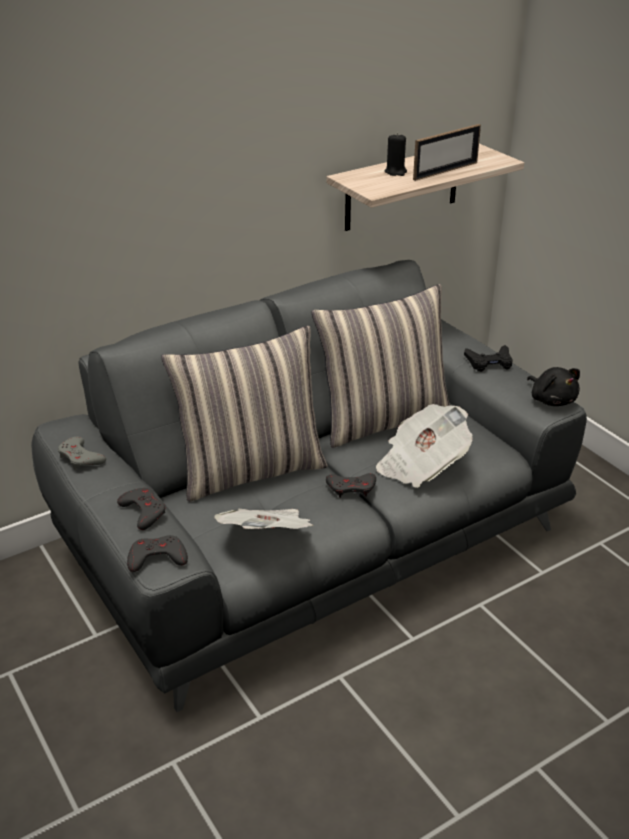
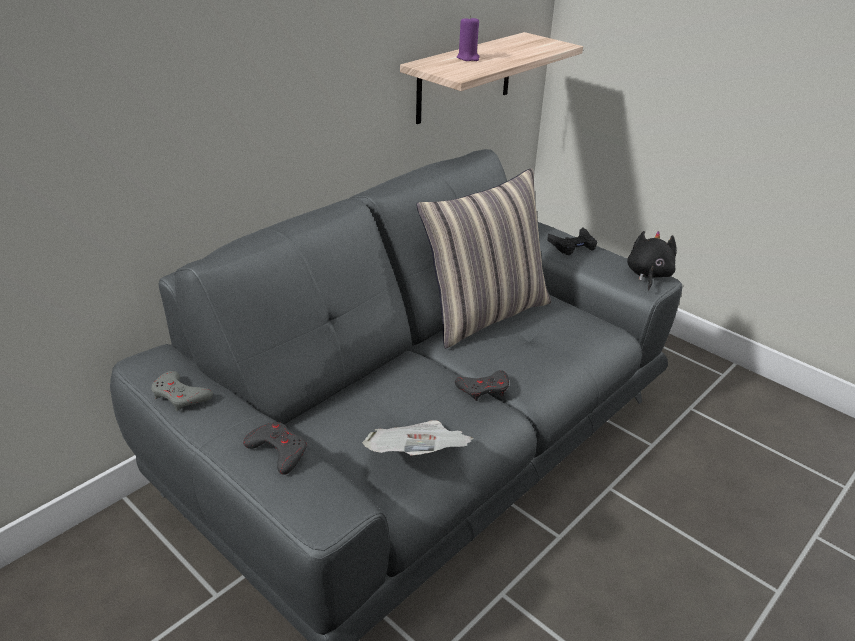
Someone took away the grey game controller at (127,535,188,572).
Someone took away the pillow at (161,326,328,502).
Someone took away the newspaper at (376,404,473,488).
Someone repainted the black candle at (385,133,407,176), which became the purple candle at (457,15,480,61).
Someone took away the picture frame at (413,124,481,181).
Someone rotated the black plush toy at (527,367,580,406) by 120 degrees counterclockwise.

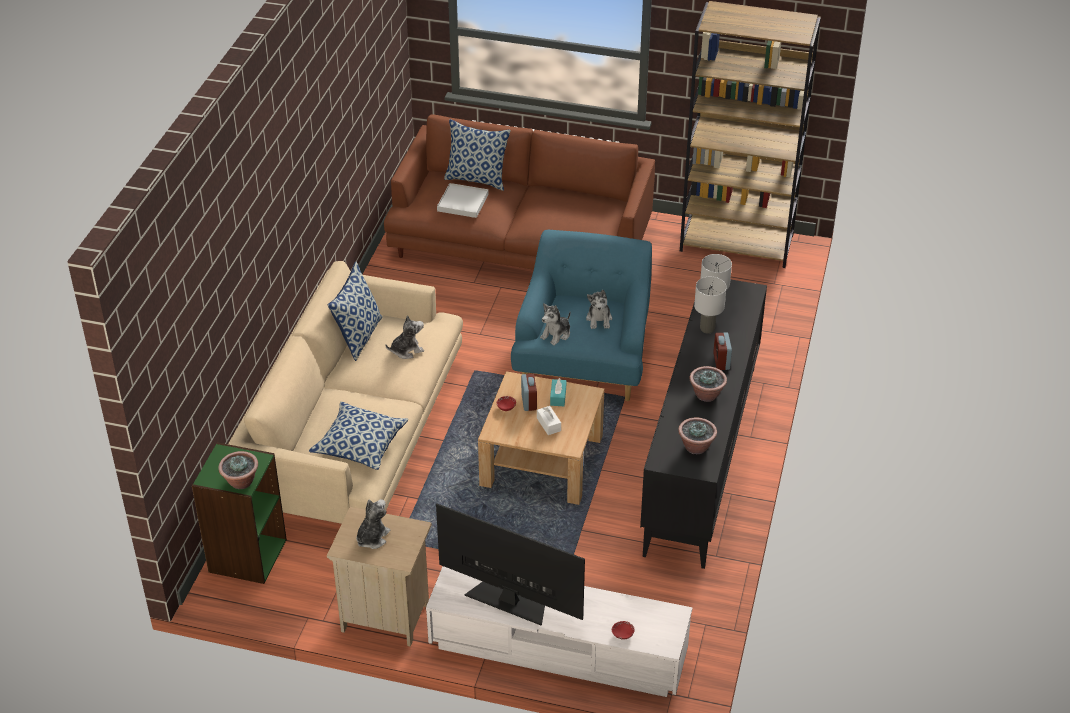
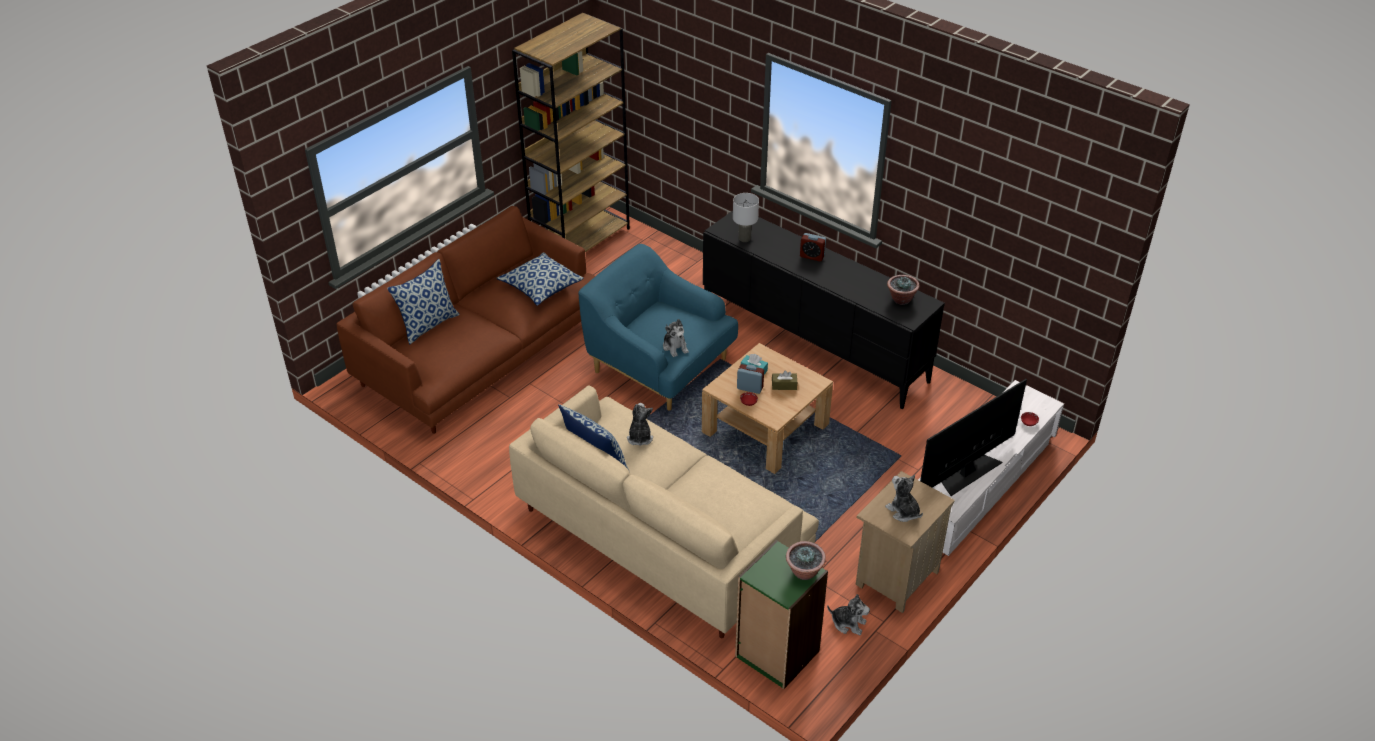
Someone carried the pillow from (309,401,408,470) to (497,252,584,306).
Someone took away the white tray at (437,183,489,218).
Someone repainted the white tissue box at (537,406,561,435), which became the brown tissue box at (772,370,797,390).
Someone carried the plush toy from (586,290,612,329) to (827,594,870,635).
Someone took away the potted plant at (690,366,727,402).
Someone took away the white table lamp at (694,277,727,334).

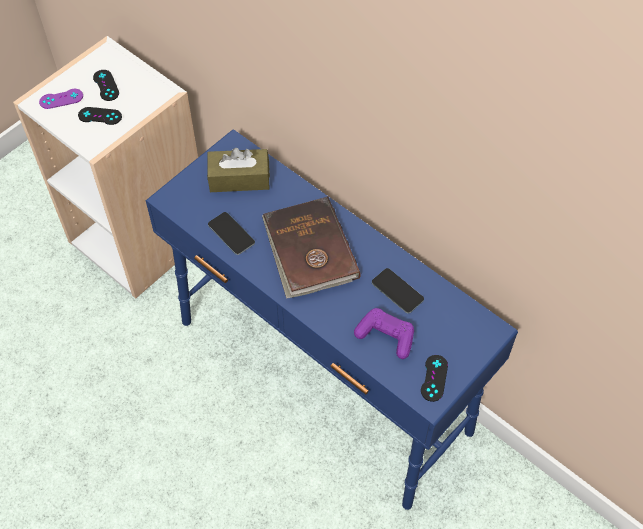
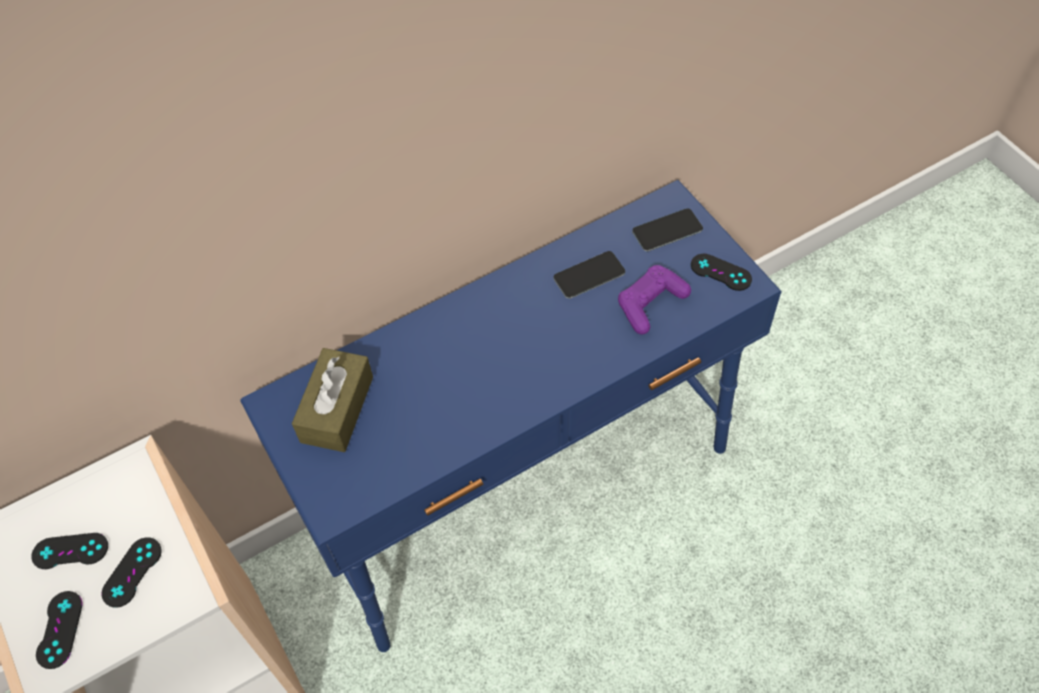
Someone repainted the purple game controller at (39,89,83,109), which became the black game controller at (36,591,83,669).
Someone carried the phone from (208,212,255,255) to (632,208,703,251).
Someone took away the brown book at (262,196,361,299).

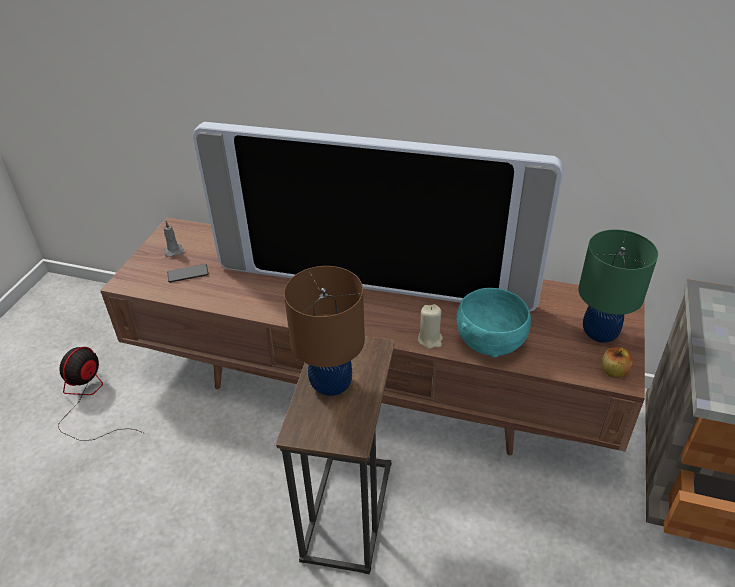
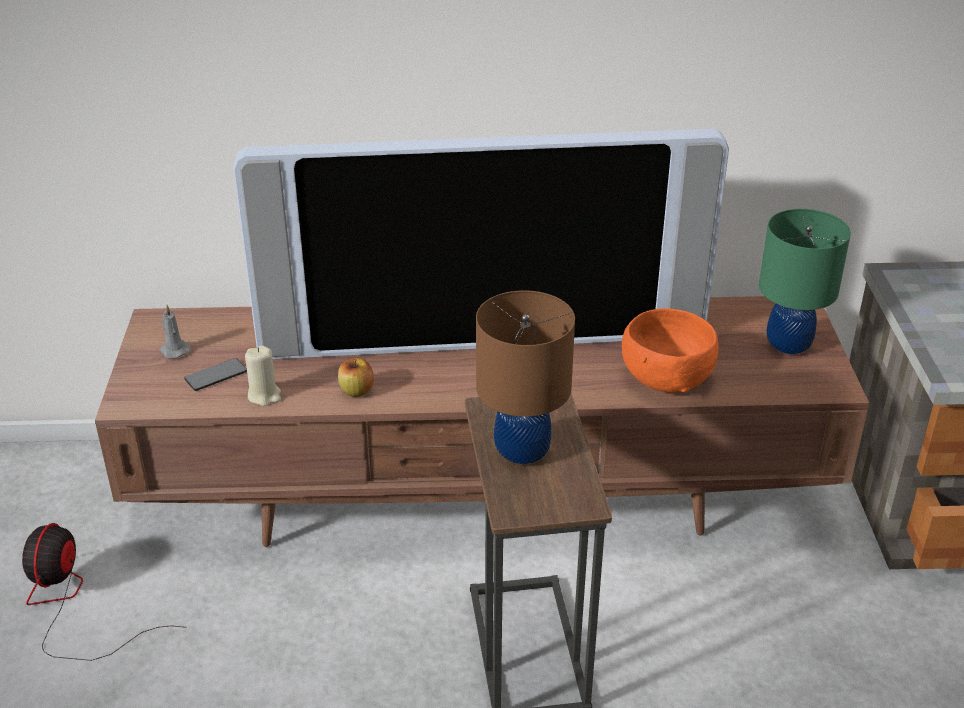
Someone carried the beige candle from (418,304,443,349) to (245,345,281,406).
Someone repainted the turquoise bowl at (456,288,531,358), which became the orange bowl at (622,308,719,393).
Someone carried the apple from (602,347,633,378) to (338,358,374,397).

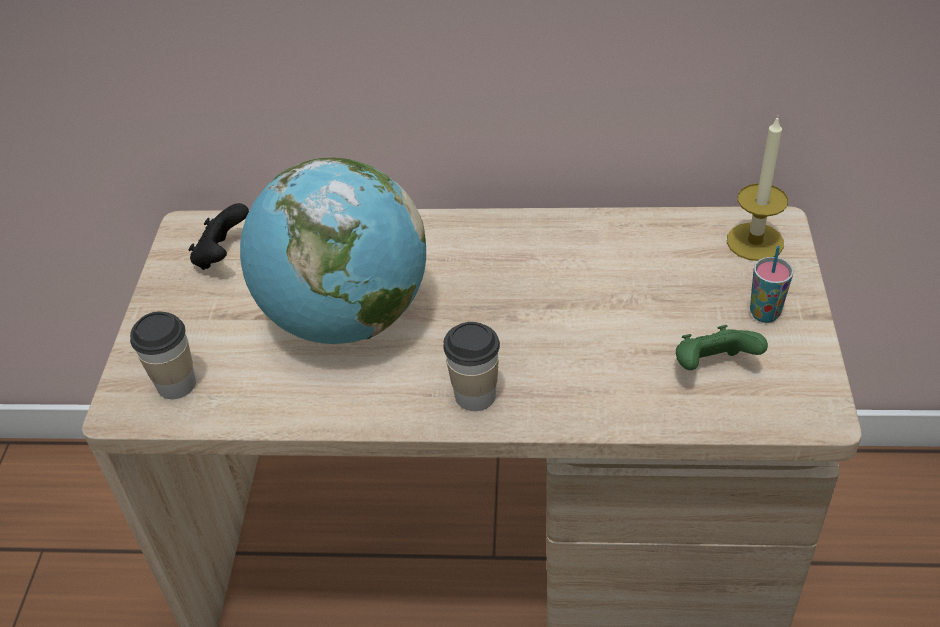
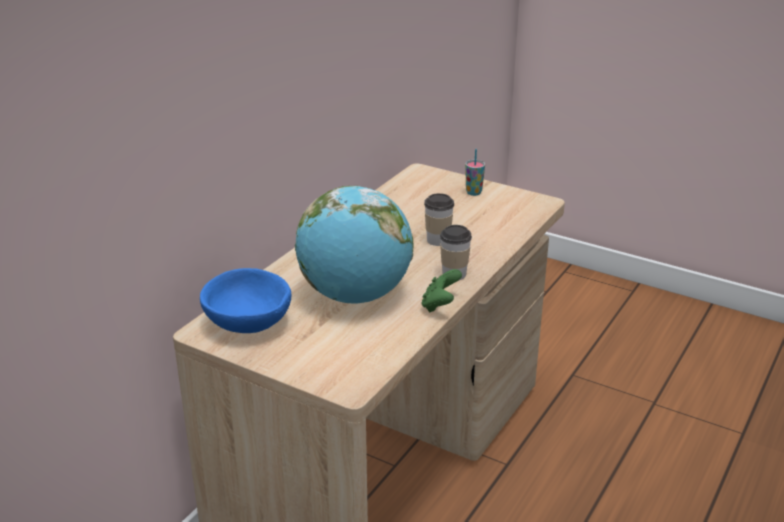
Someone carried the cup from (130,311,196,399) to (424,193,454,246).
Someone swapped the black game controller at (188,203,249,270) for the blue bowl at (200,268,291,333).
Someone carried the green game controller from (676,325,768,370) to (422,269,462,313).
Someone took away the candle at (727,116,788,261).

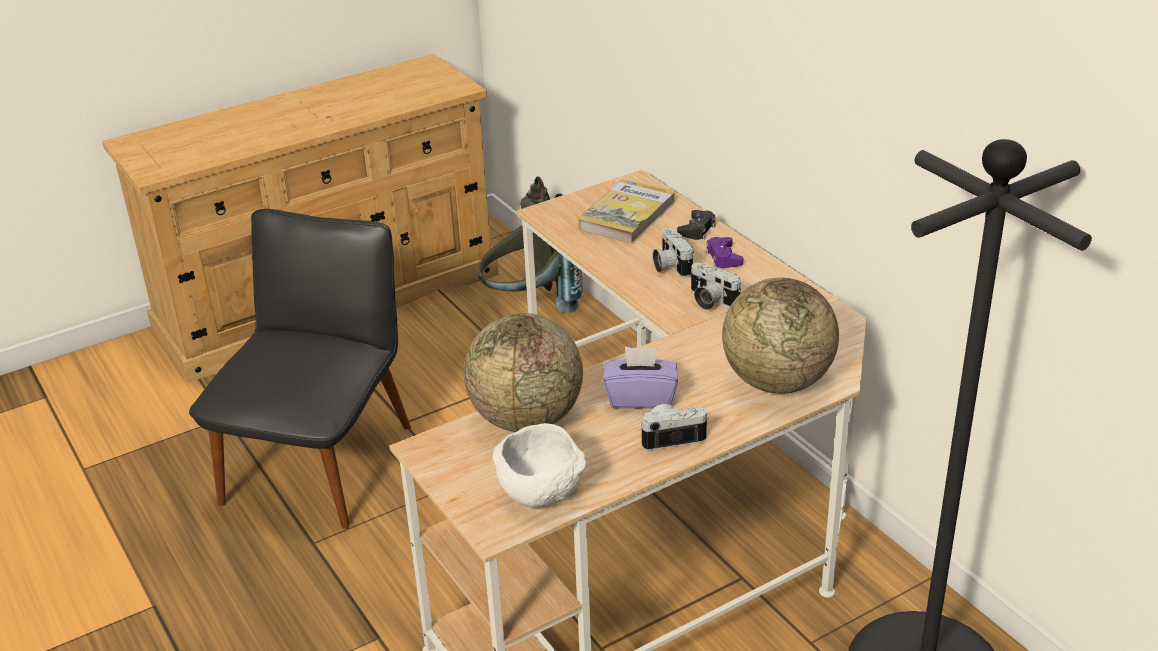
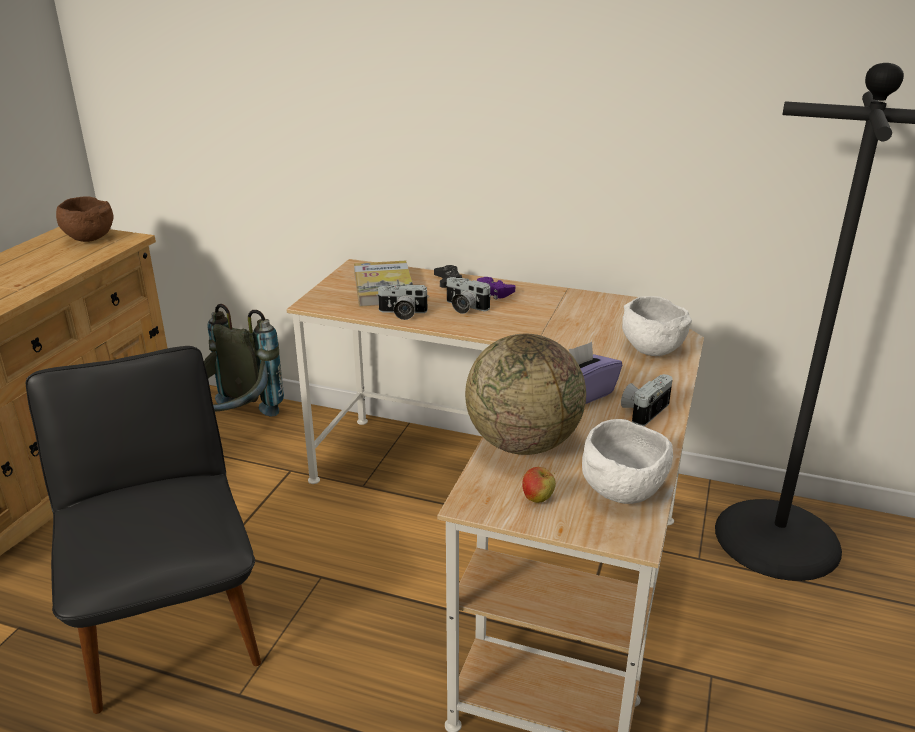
Someone carried the photo camera from (691,262,741,310) to (376,284,429,320).
Someone swapped the globe at (722,278,839,394) for the white bowl at (622,296,692,356).
Someone put down the brown bowl at (56,196,113,242).
Someone put down the apple at (522,467,556,503).

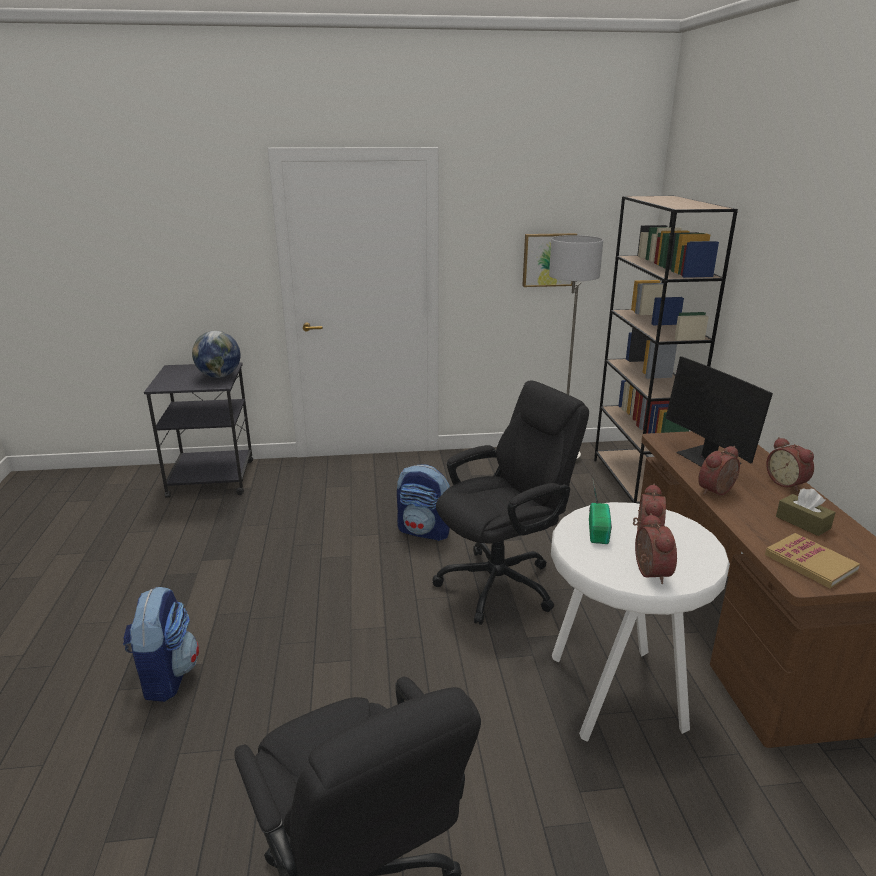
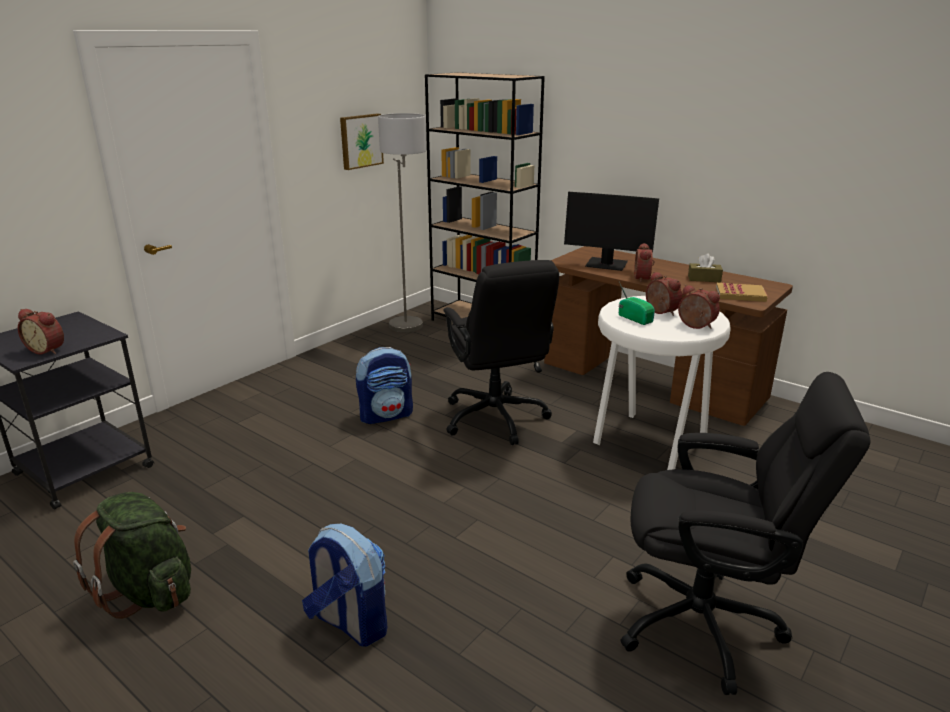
Someone took away the globe at (192,331,241,378).
Someone rotated the black office chair at (432,381,589,625) by 150 degrees clockwise.
Someone carried the alarm clock from (766,437,814,491) to (18,309,64,354).
Someone put down the green backpack at (73,492,191,619).

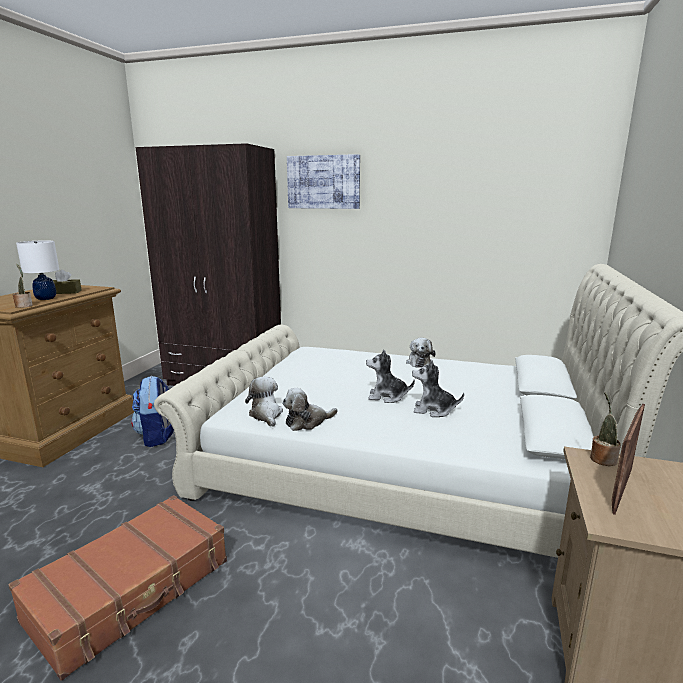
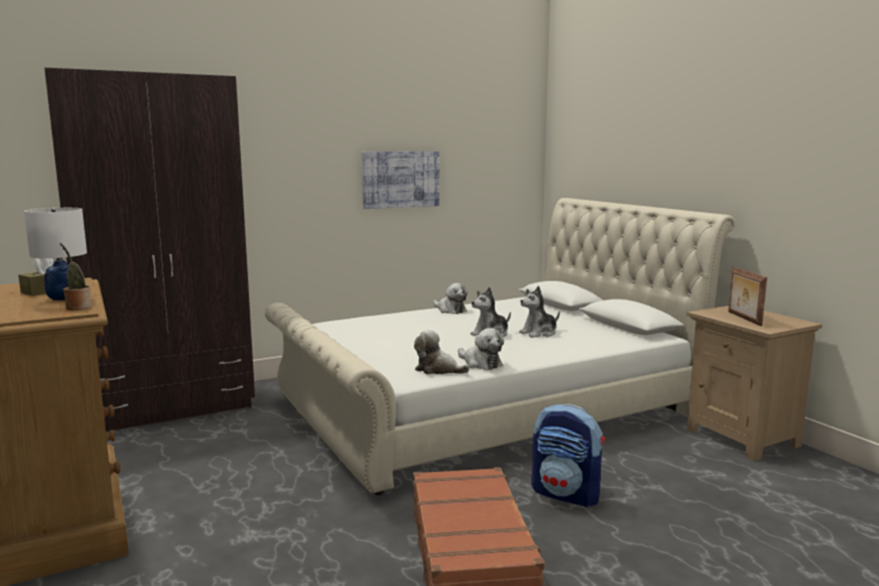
Someone carried the backpack from (131,376,174,447) to (531,404,605,507).
Someone rotated the plush toy at (282,388,338,431) by 60 degrees counterclockwise.
Someone carried the picture from (287,154,360,209) to (362,151,439,209).
Someone took away the potted plant at (590,392,621,466).

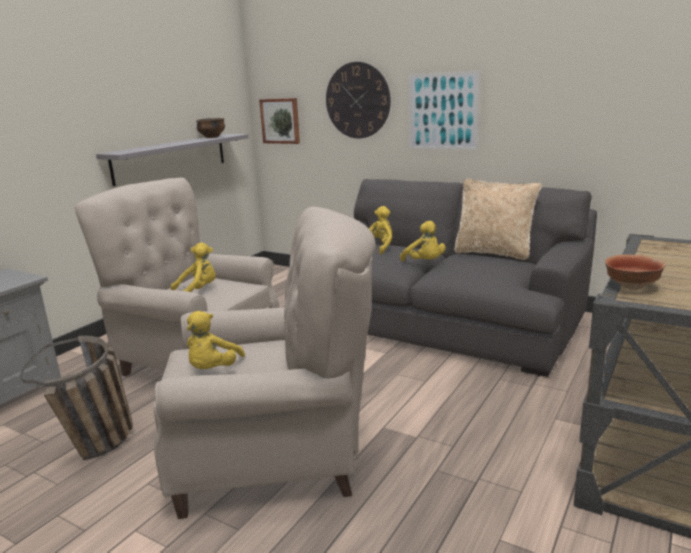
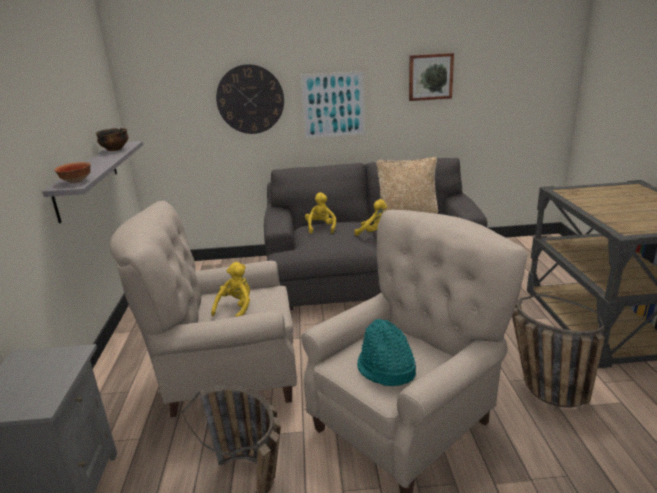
Someone swapped the yellow plush toy at (187,311,245,369) for the turquoise hat at (357,319,416,386).
Someone carried the picture from (259,98,300,144) to (409,53,454,101).
Someone carried the bowl from (605,254,665,290) to (54,162,91,183).
Someone put down the basket at (512,294,605,408).

